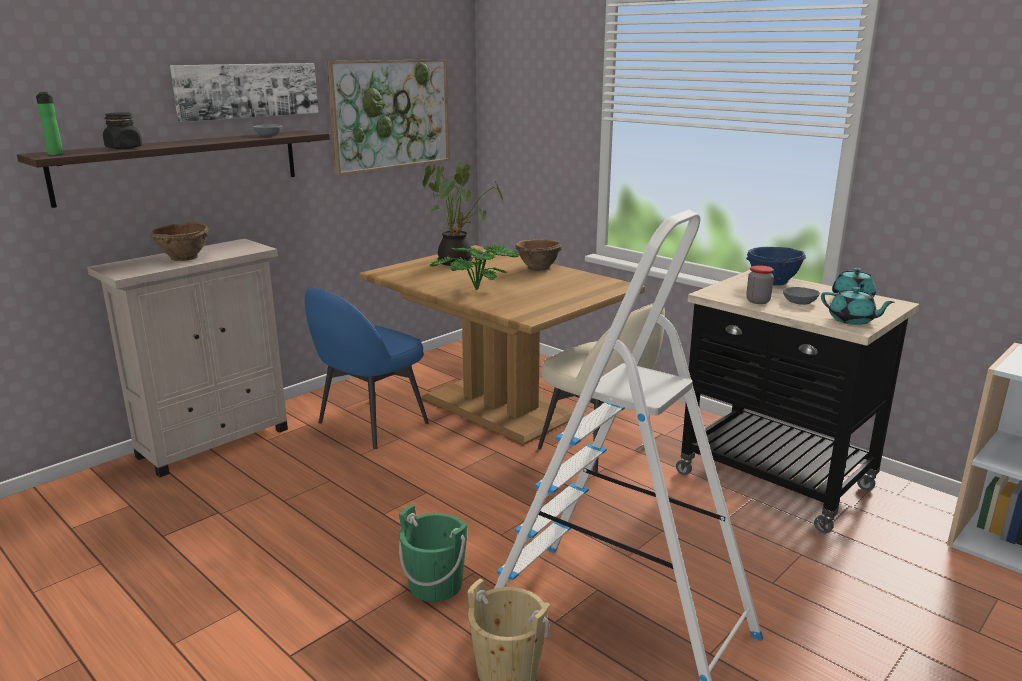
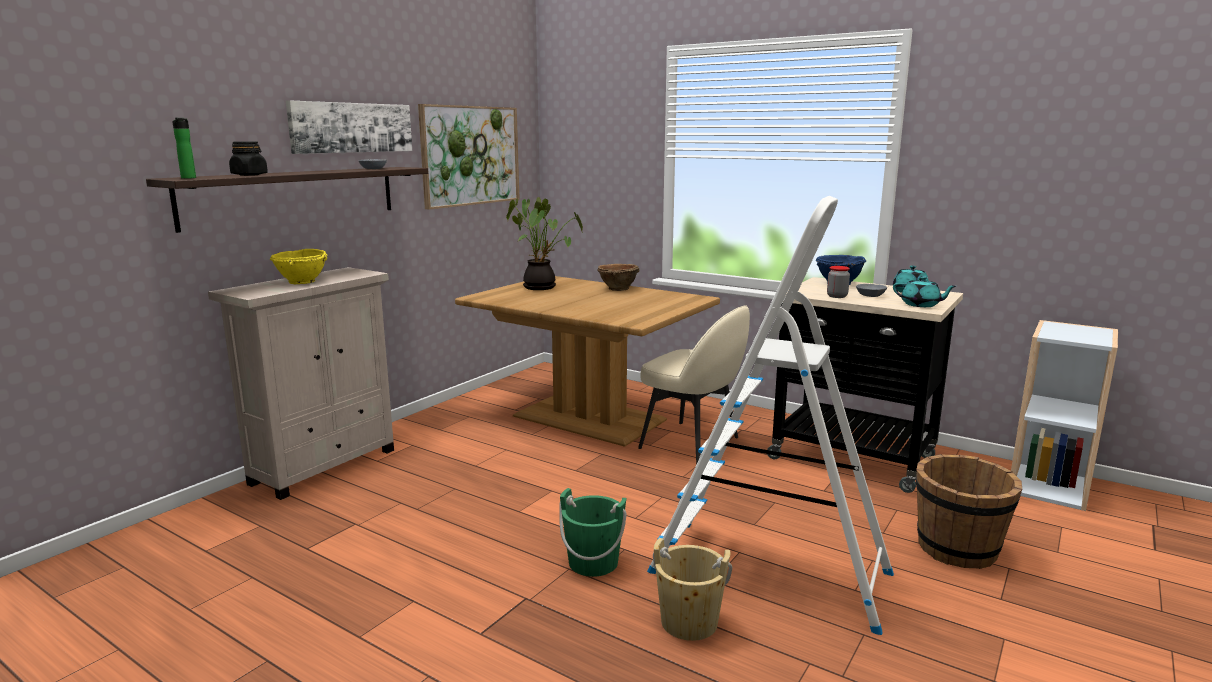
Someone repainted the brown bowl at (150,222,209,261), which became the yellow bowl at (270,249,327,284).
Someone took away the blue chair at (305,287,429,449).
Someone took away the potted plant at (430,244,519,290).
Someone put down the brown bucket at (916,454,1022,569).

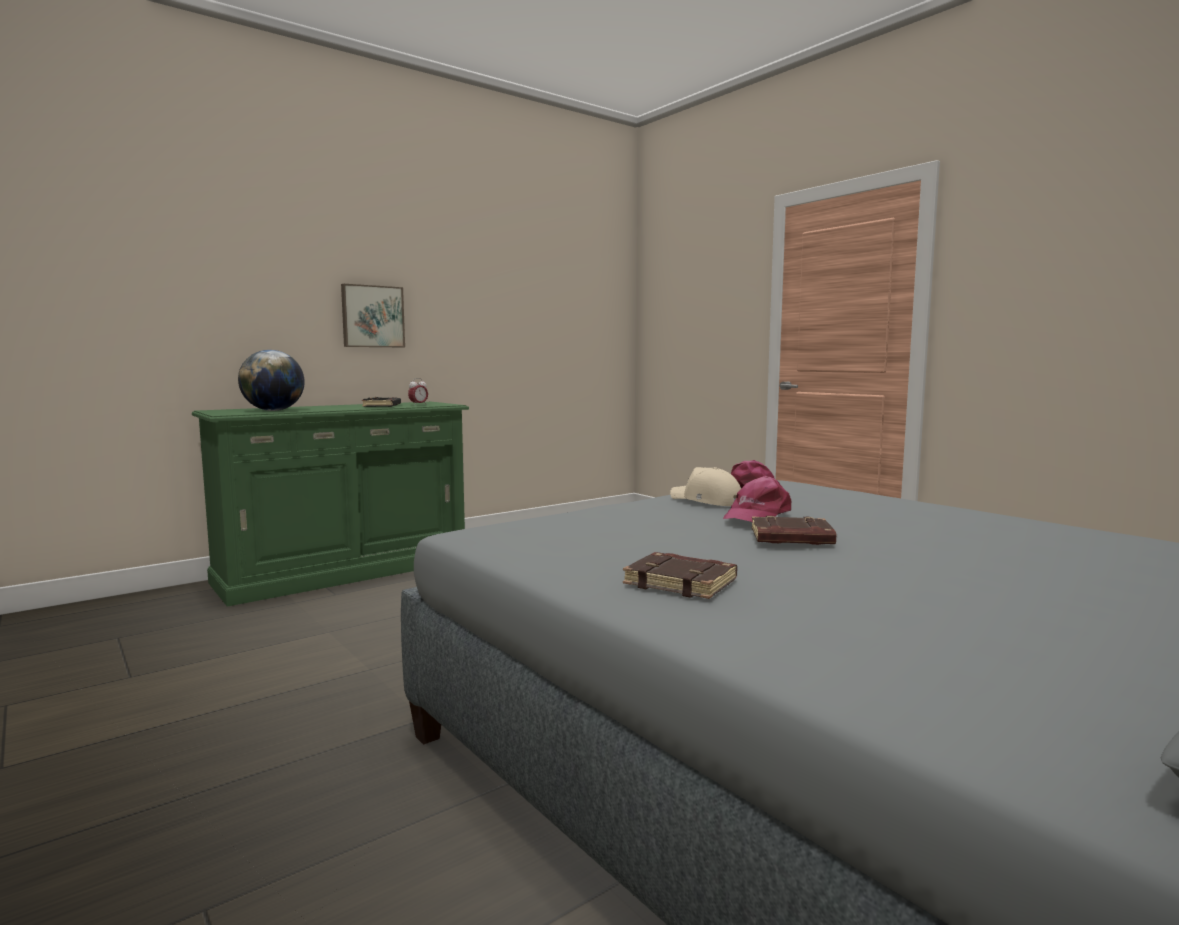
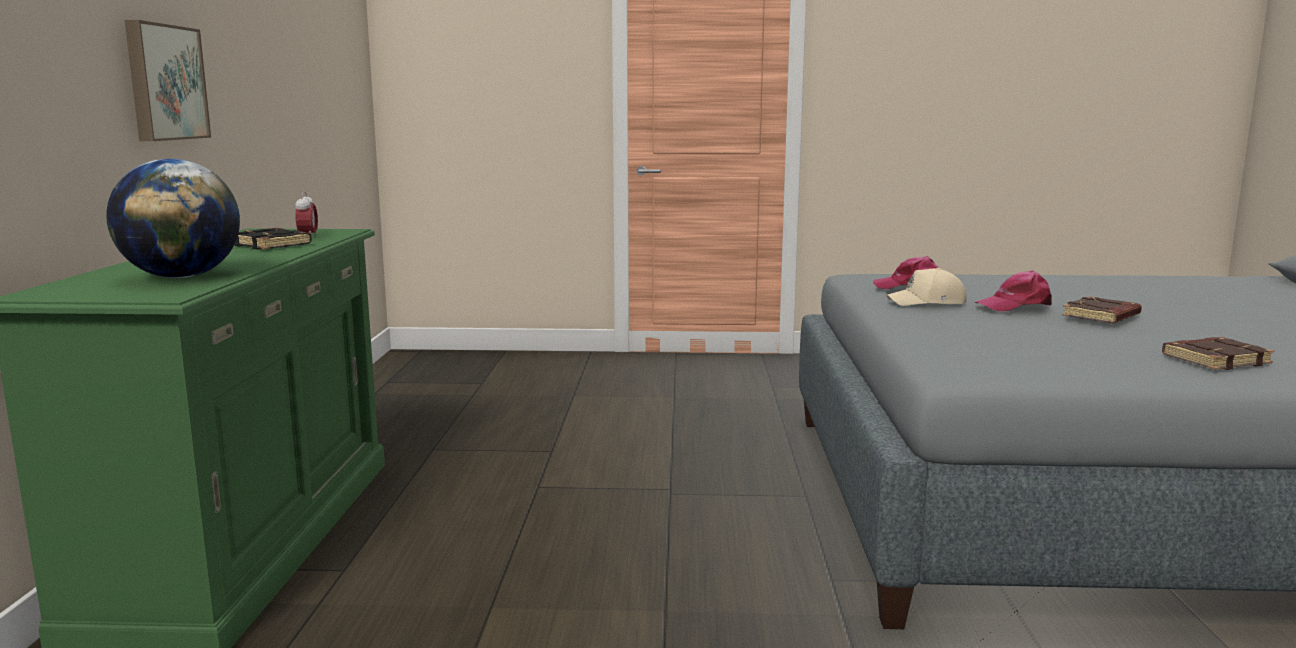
Someone rotated the pink cap at (723,476,791,522) by 90 degrees clockwise.

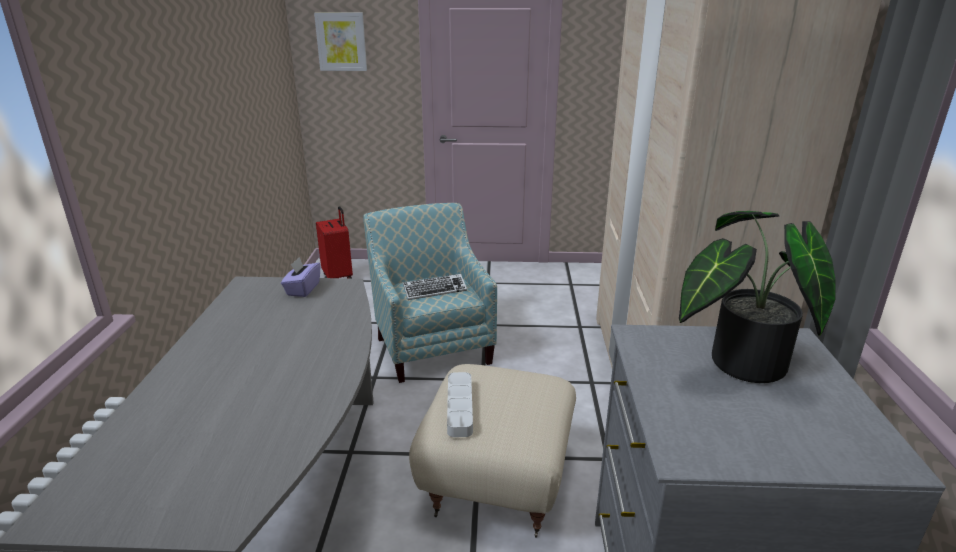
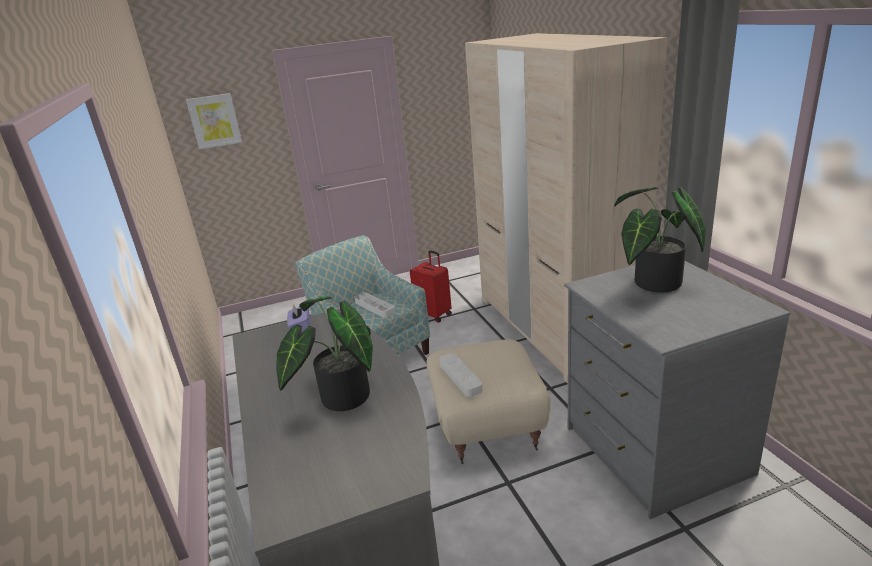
Someone carried the red suitcase from (316,206,353,279) to (410,250,452,323).
Someone swapped the keyboard at (403,274,467,300) for the grey tray at (354,292,395,318).
Someone put down the potted plant at (276,296,373,411).

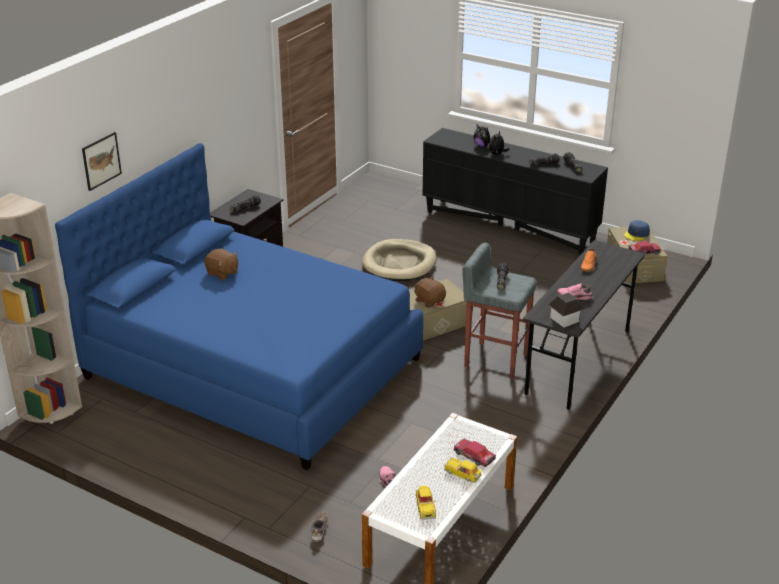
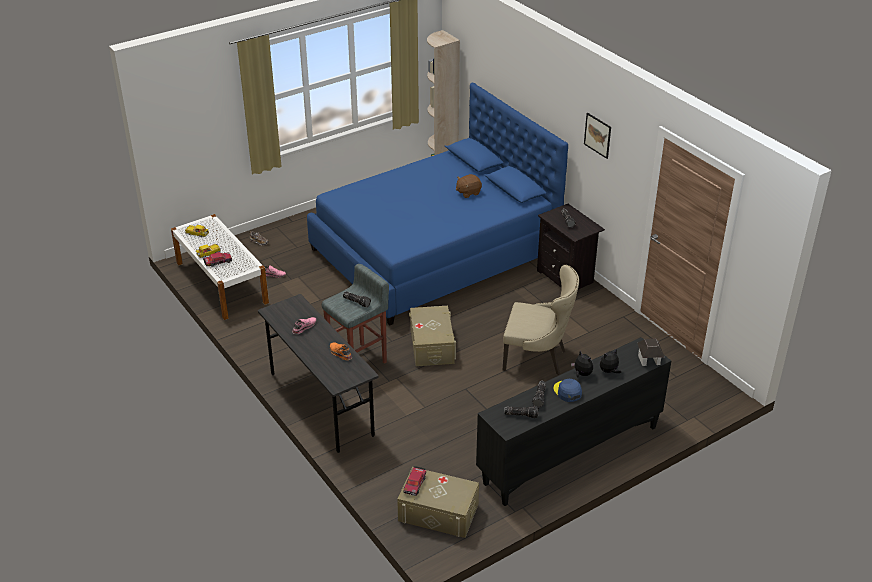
Someone carried the picture from (82,132,122,191) to (584,113,611,159).
Someone swapped the beige dog bed at (362,239,436,281) for the beige chair at (502,265,579,375).
Someone took away the brown plush toy at (414,277,446,308).
Someone carried the toy house from (548,292,585,327) to (637,339,664,366).
Someone carried the blue cap from (624,220,650,241) to (554,379,582,402).

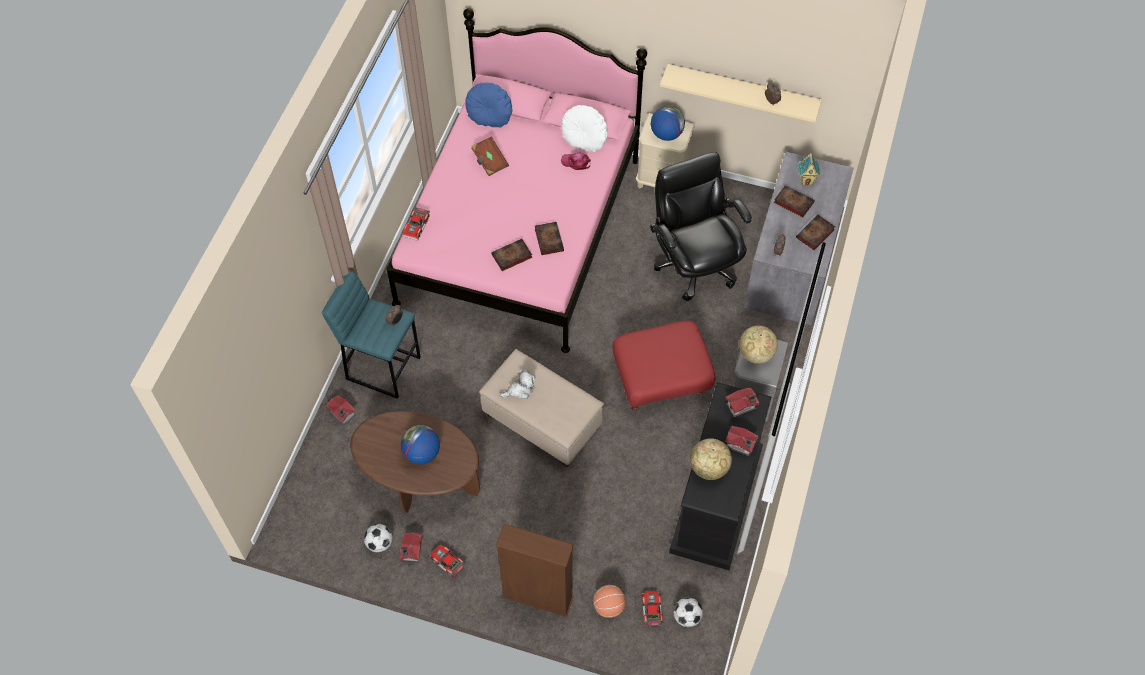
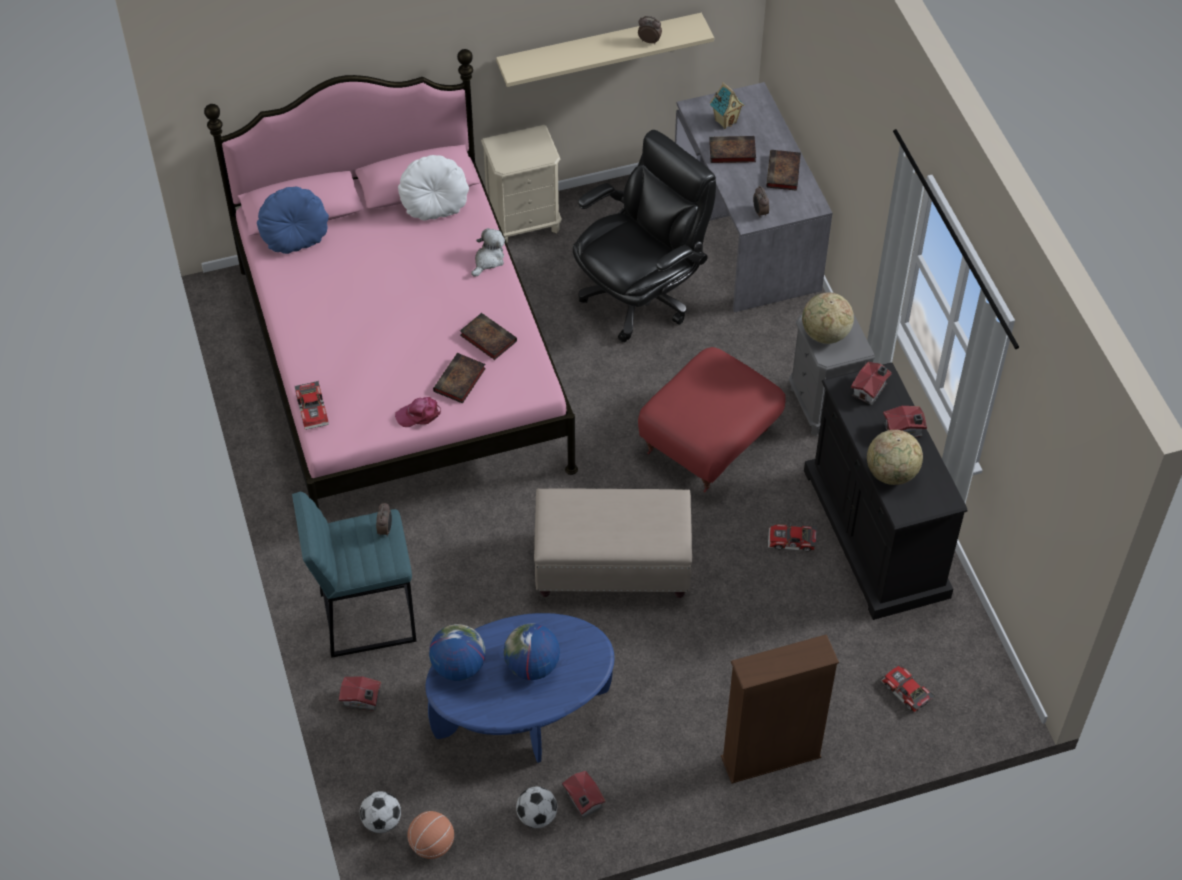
Someone repainted the brown coffee table at (350,411,480,513), which became the blue coffee table at (426,613,614,763).
Someone carried the toy car from (429,545,467,578) to (768,524,817,552).
Someone took away the brown book at (472,137,509,176).
Someone carried the plush toy from (500,370,536,399) to (471,228,505,277).
Someone carried the pink cap from (561,152,591,170) to (395,397,441,427).
Someone carried the basketball from (593,585,626,618) to (407,811,454,859).
Someone rotated the black office chair at (650,152,752,301) by 105 degrees clockwise.
Someone carried the globe from (651,106,685,141) to (429,624,486,681).
Someone carried the football from (674,598,703,627) to (360,791,401,833).

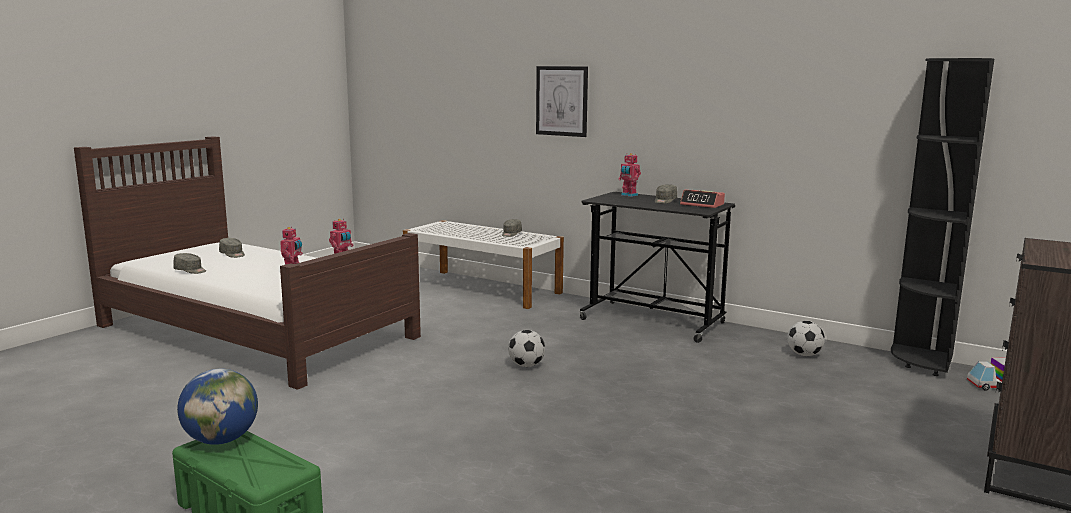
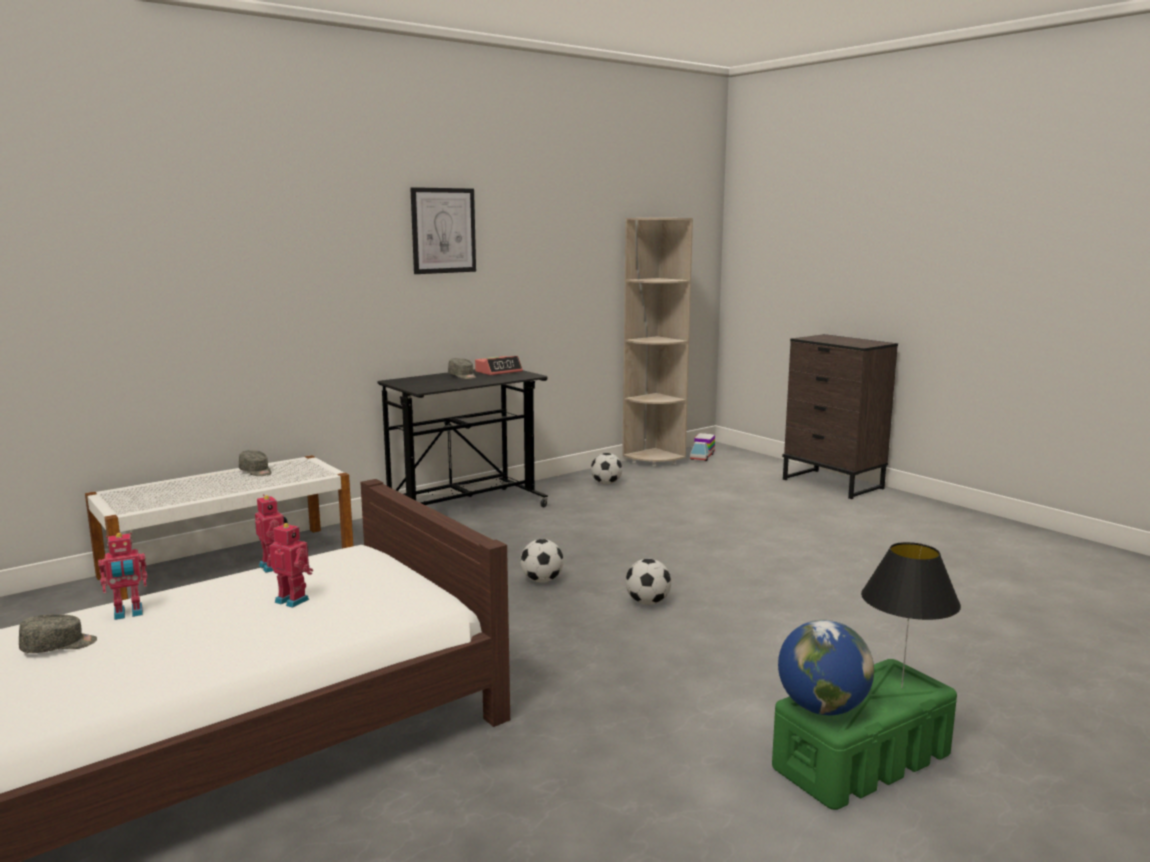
Someone took away the grey cap at (173,253,206,274).
Someone carried the picture from (536,66,588,137) to (410,187,476,274).
Someone carried the toy robot from (618,153,641,197) to (98,533,147,620).
Someone repainted the black bookcase at (891,58,994,376), which became the beige bookcase at (622,218,693,466).
Someone put down the football at (626,559,671,605).
Someone put down the black table lamp at (861,542,961,688).

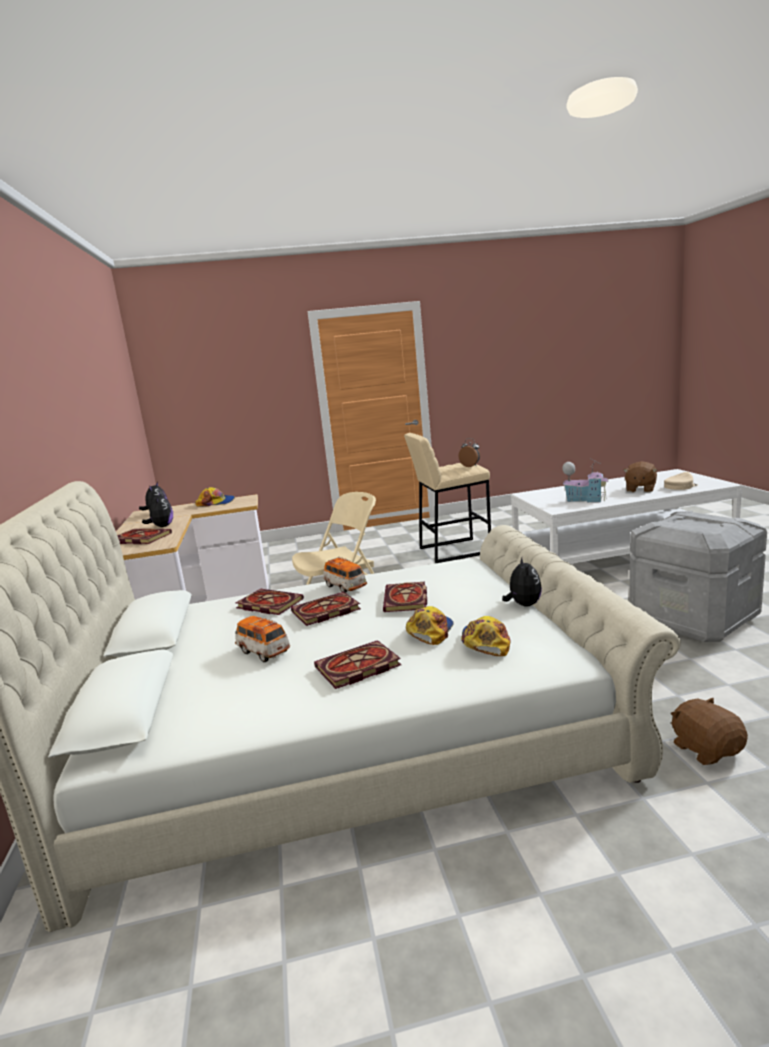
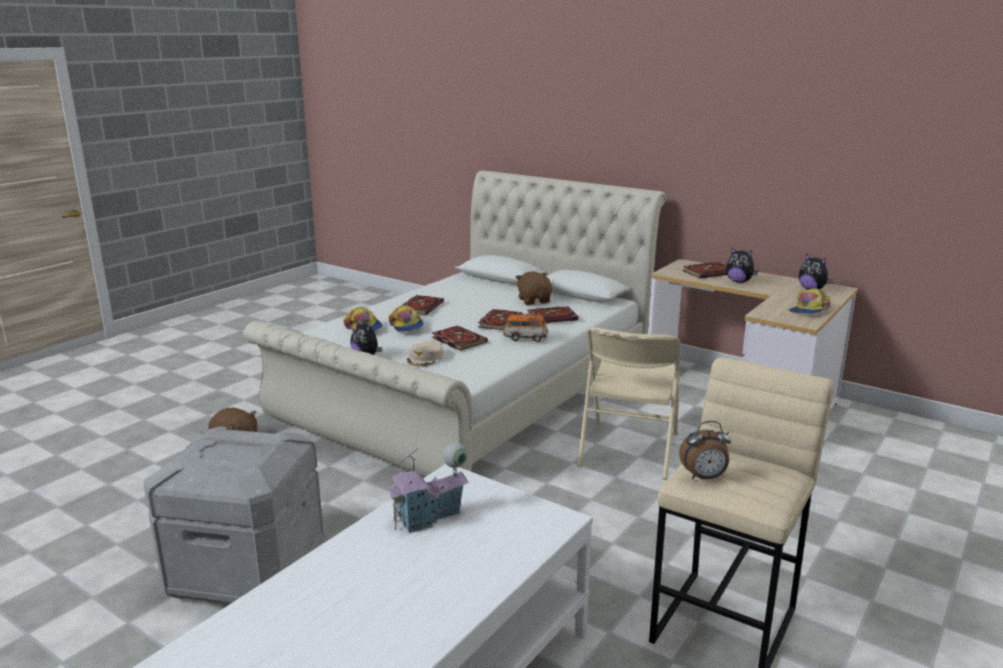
Someone took away the toy car at (235,616,290,662).
Someone carried the brown plush toy from (623,461,657,492) to (515,271,552,305).
Someone carried the beige cap from (664,472,698,490) to (406,341,444,367).

